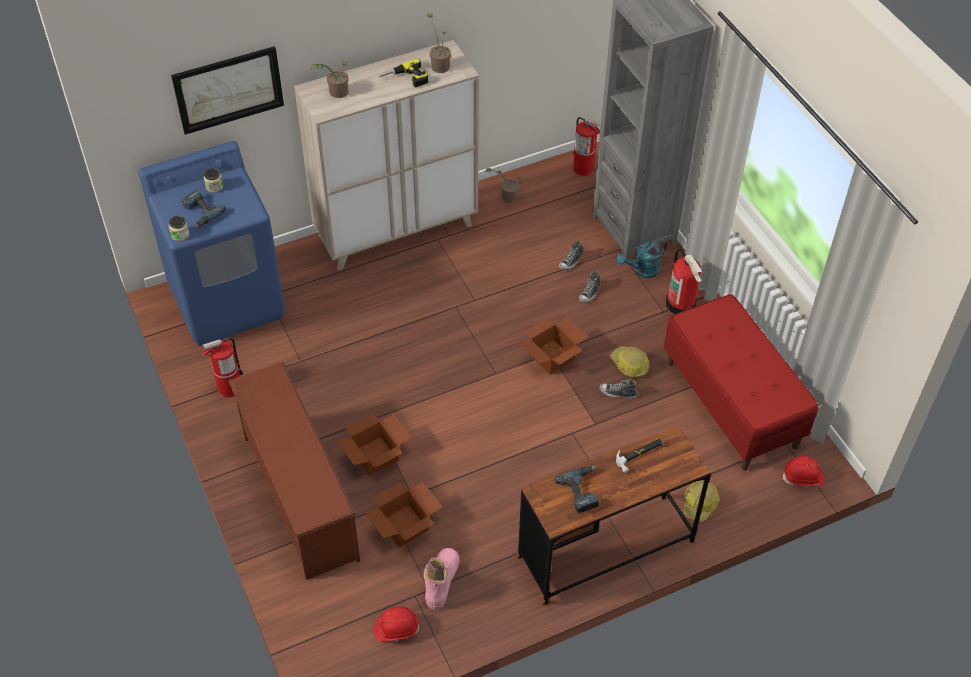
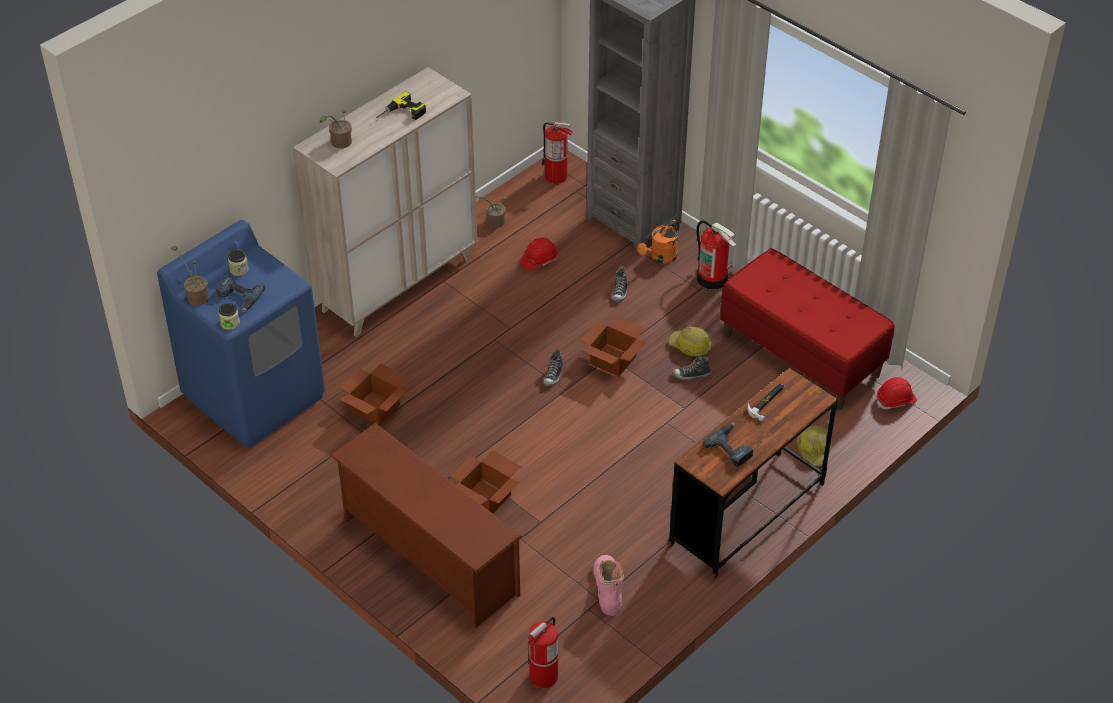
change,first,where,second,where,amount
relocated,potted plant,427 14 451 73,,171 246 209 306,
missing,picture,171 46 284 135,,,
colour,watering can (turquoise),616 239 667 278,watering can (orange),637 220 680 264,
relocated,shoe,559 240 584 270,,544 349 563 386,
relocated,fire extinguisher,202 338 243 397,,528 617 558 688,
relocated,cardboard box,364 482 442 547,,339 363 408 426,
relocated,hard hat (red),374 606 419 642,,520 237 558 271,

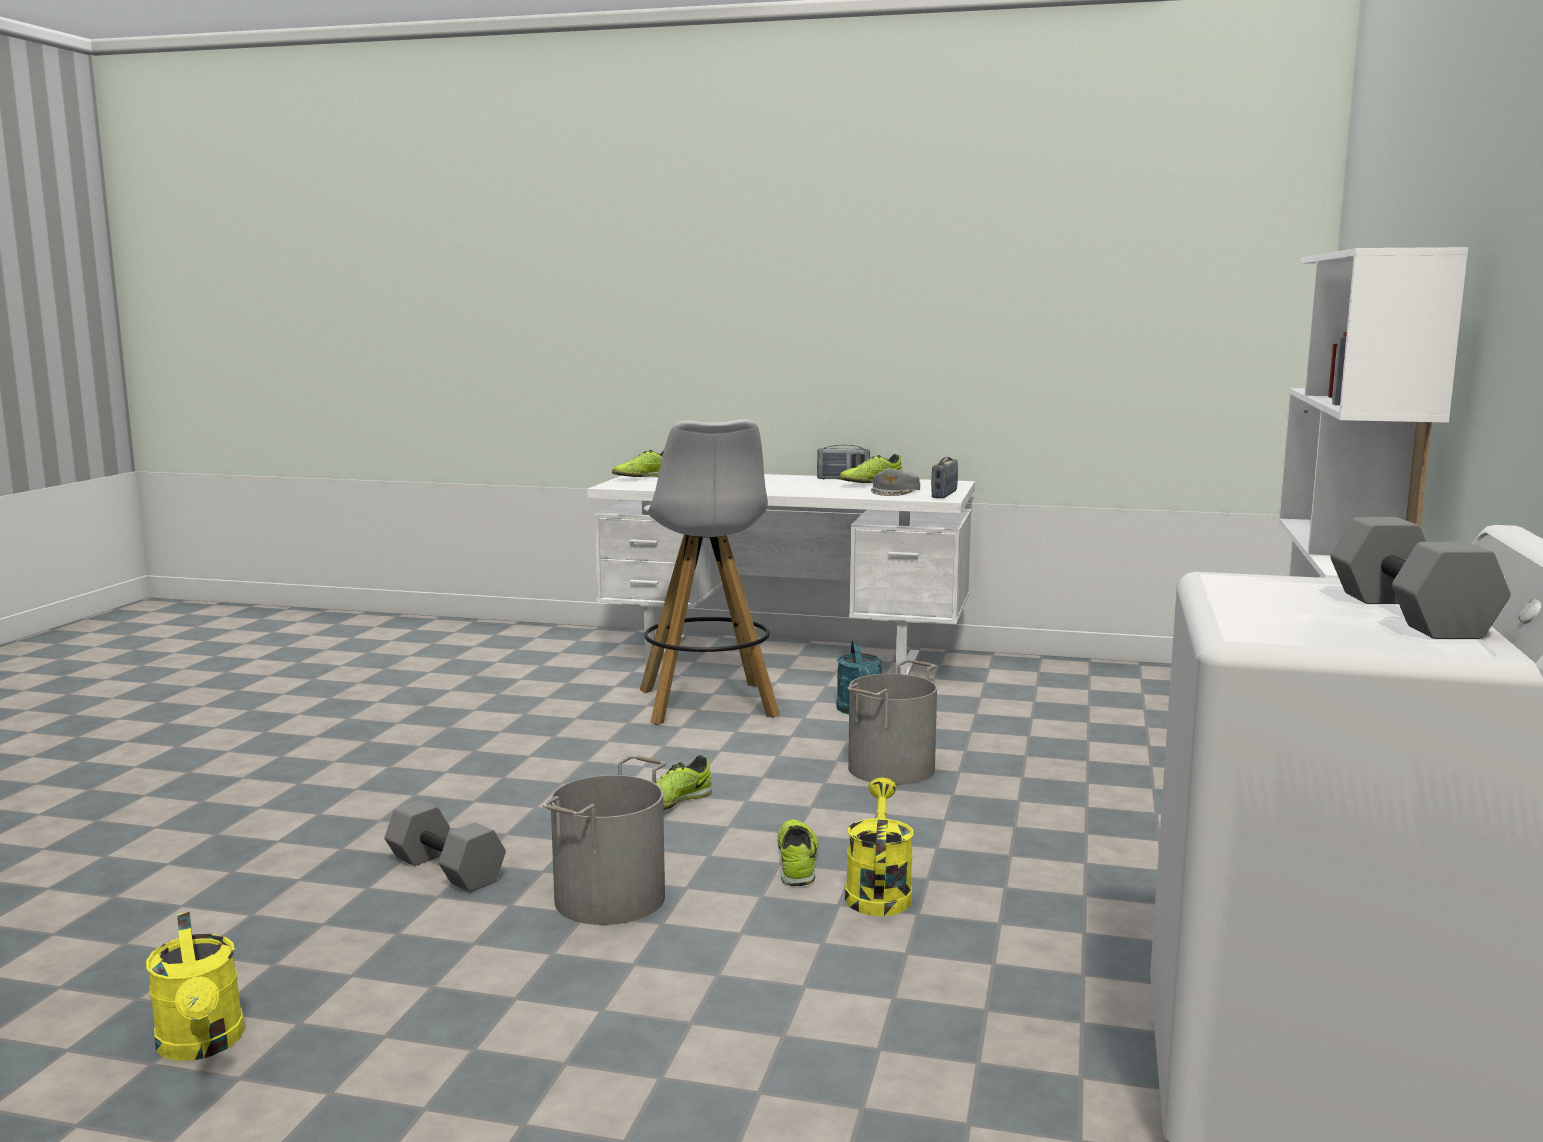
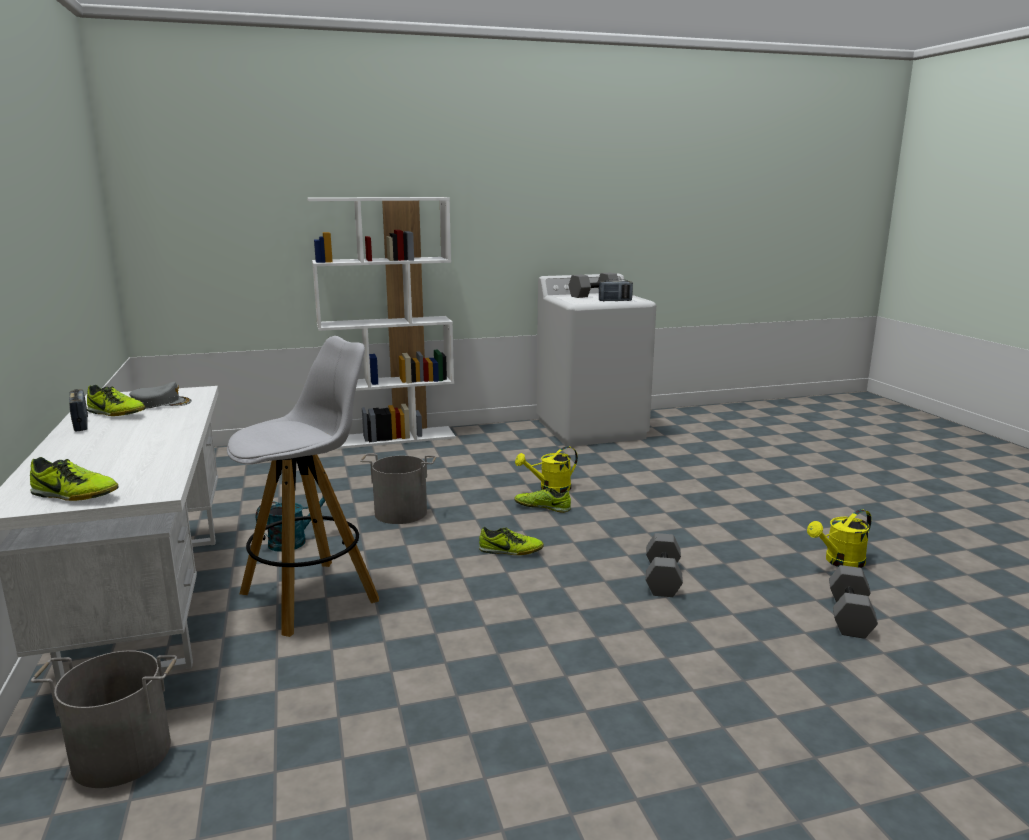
change,first,where,second,where,amount
relocated,radio,931 457 958 498,,599 279 633 301,
relocated,bucket (grey),542 755 666 925,,31 650 177 788,
spun,shoe,778 819 818 886,,514 488 571 513,45 degrees clockwise
spun,watering can (yellow),146 912 245 1061,,807 509 872 568,150 degrees counterclockwise
appeared,,,dumbbell (grey),829 565 878 639,

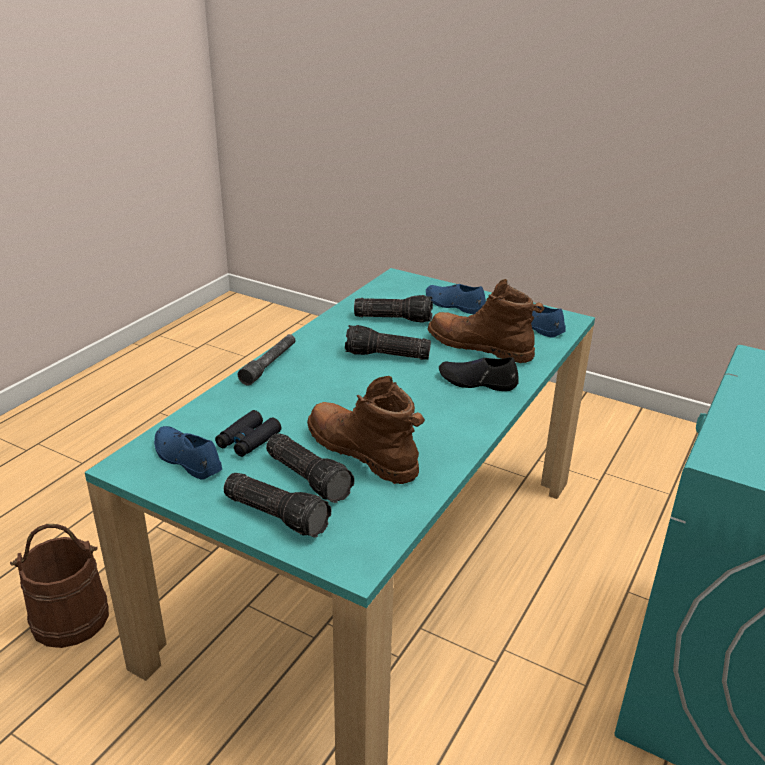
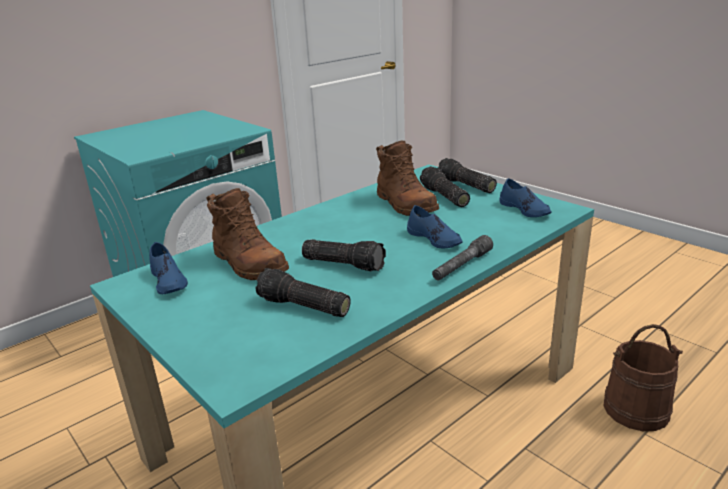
change,first,where,second,where,amount
relocated,shoe (blue),426 284 486 314,,407 205 463 248,
missing,shoe (black),439 357 519 391,,,
missing,binoculars (black),215 410 281 457,,,

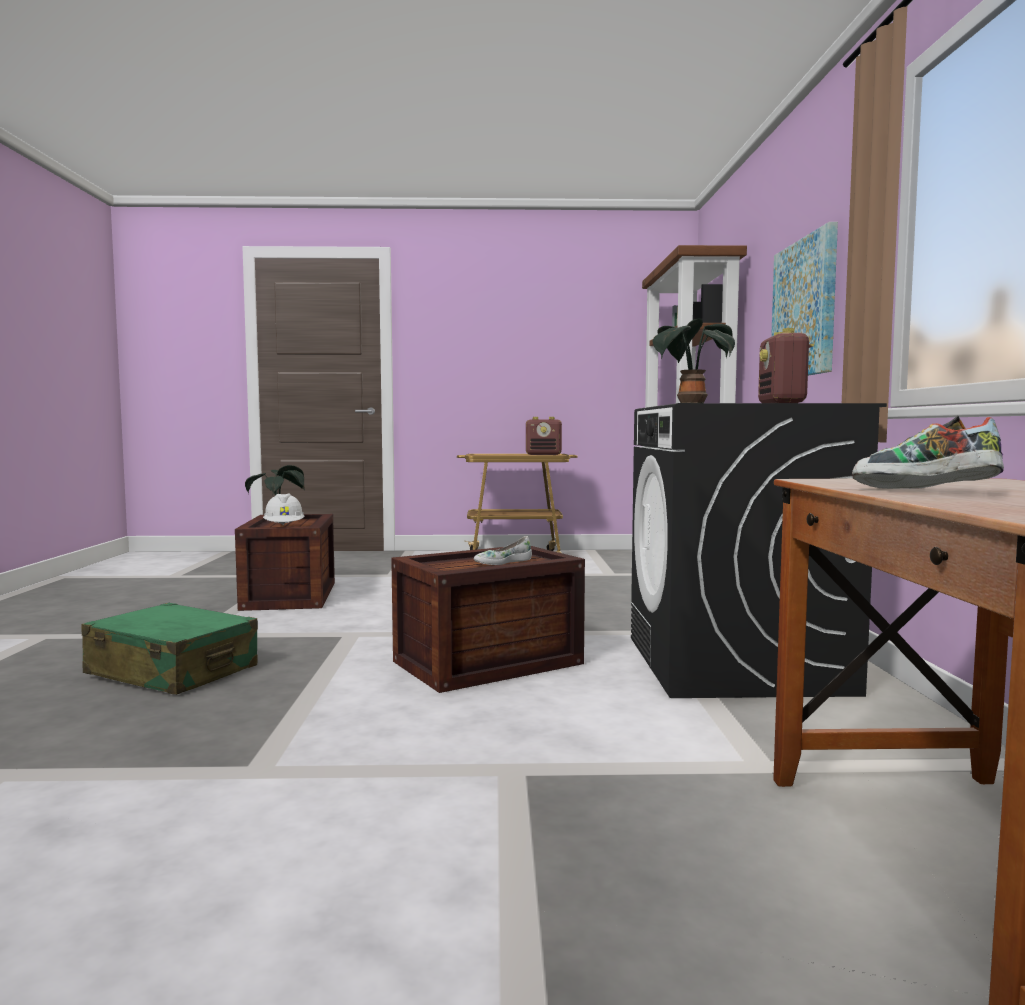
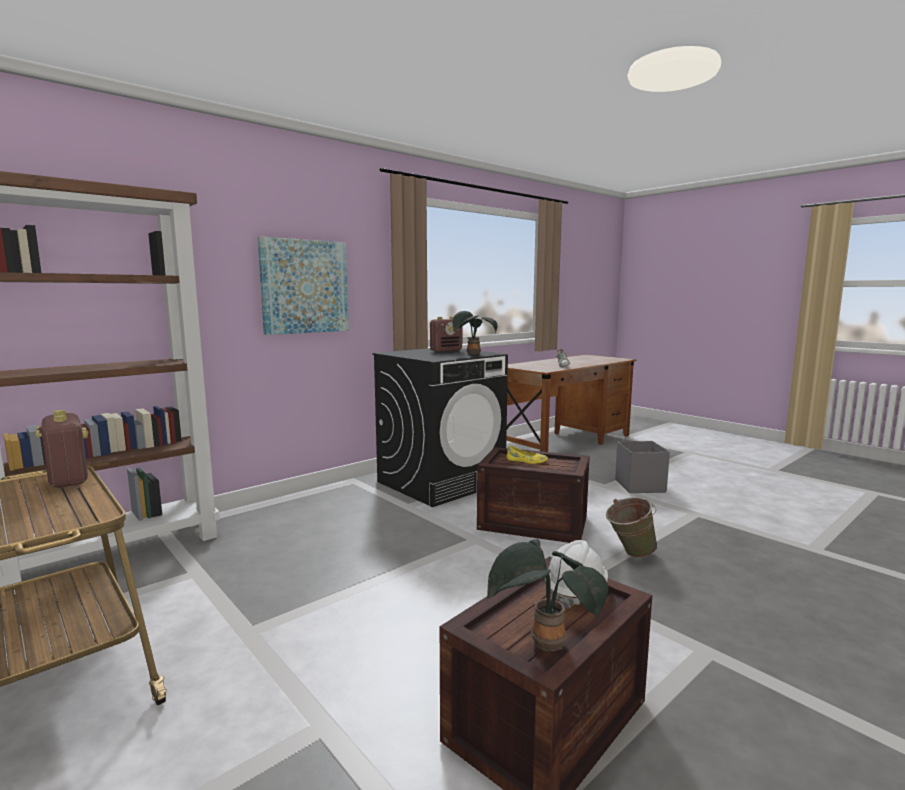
change,first,where,second,where,amount
colour,shoe (white),474 536 532 565,shoe (yellow),506 445 548 464,
missing,suitcase (green),81 602 258 695,,,
appeared,,,storage box (grey),615 441 670 493,
appeared,,,bucket (green),606 497 658 558,

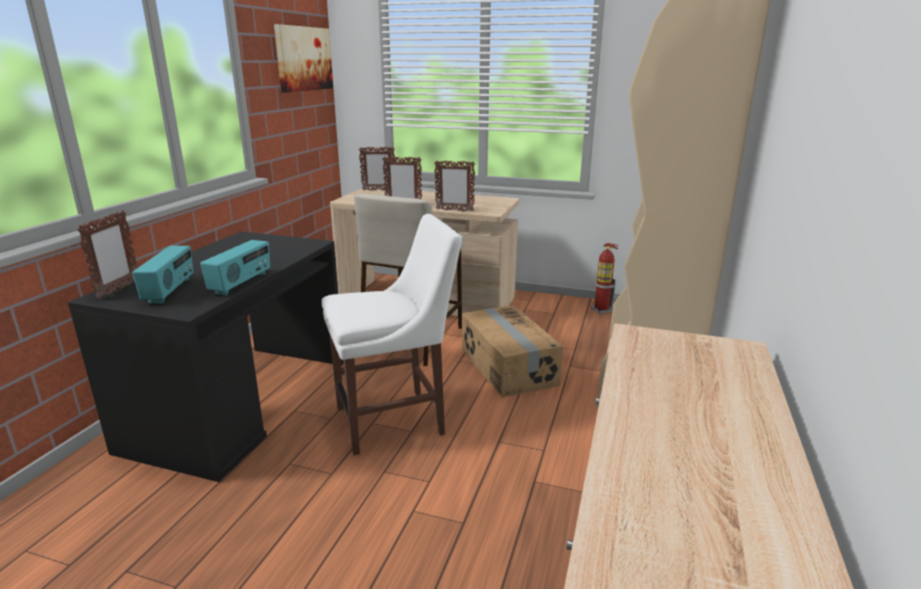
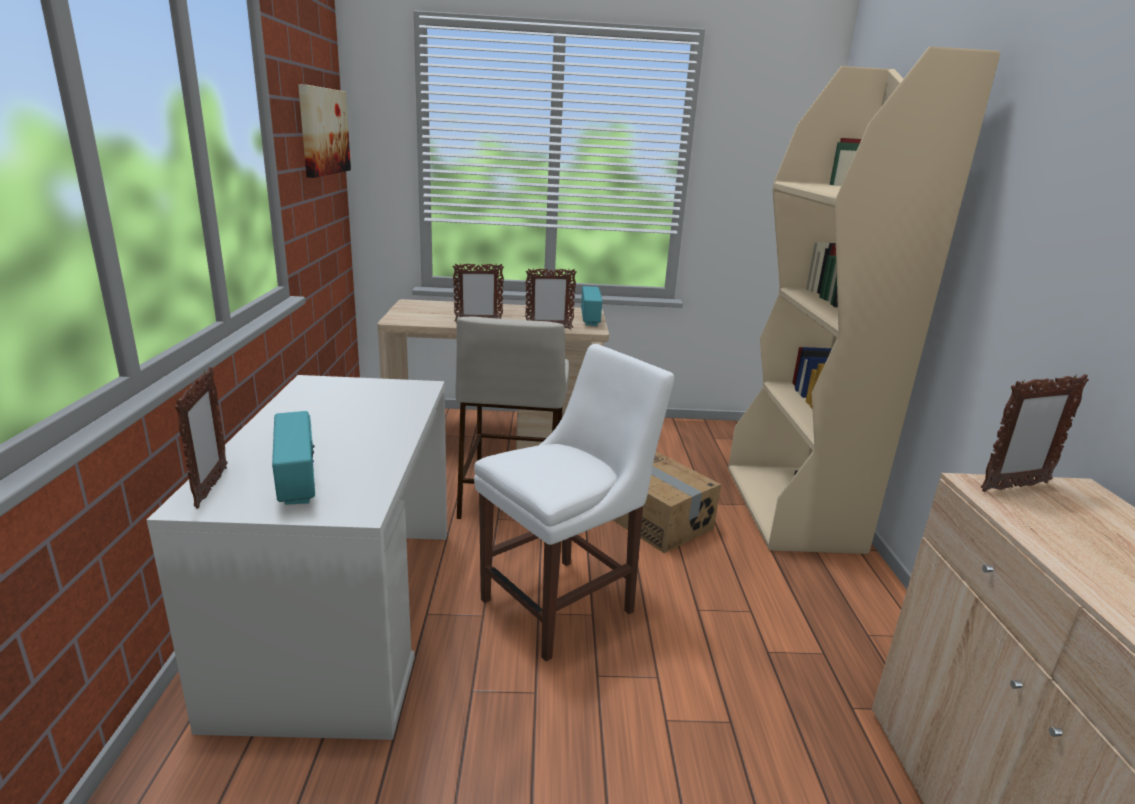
change,first,where,second,where,amount
relocated,picture frame,359 146 395 191,,981 374 1089 492,
colour,desk (black),68 231 344 482,desk (white),147 375 447 740,
relocated,radio,200 240 270 296,,581 286 602 326,
missing,fire extinguisher,591 243 618 314,,,

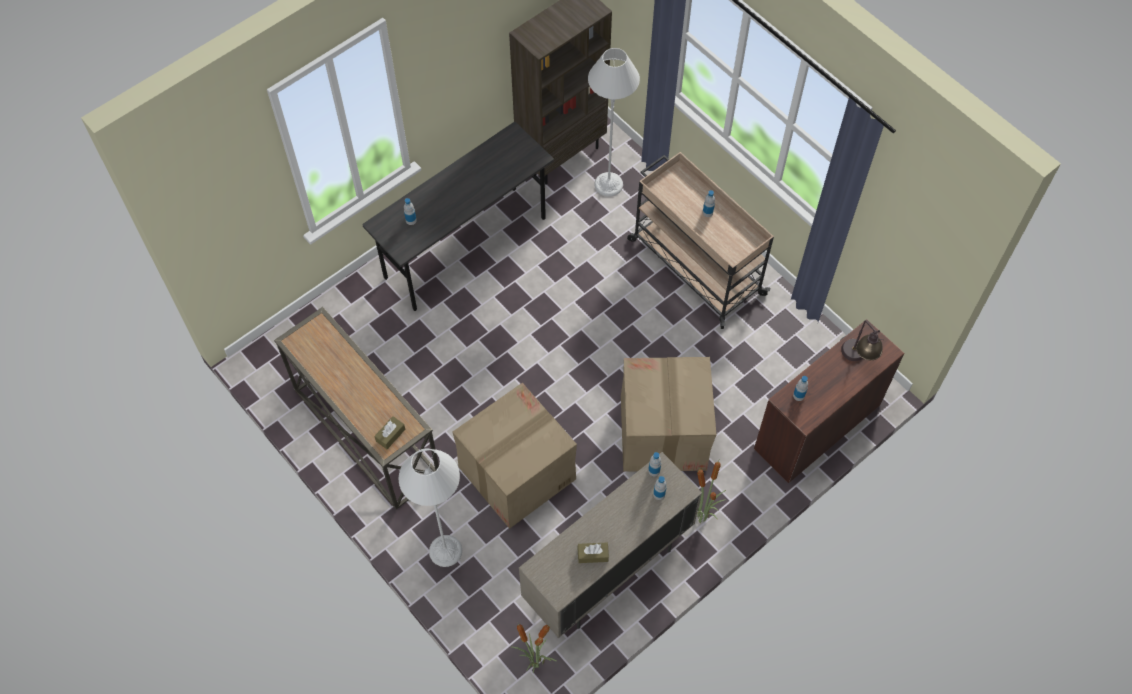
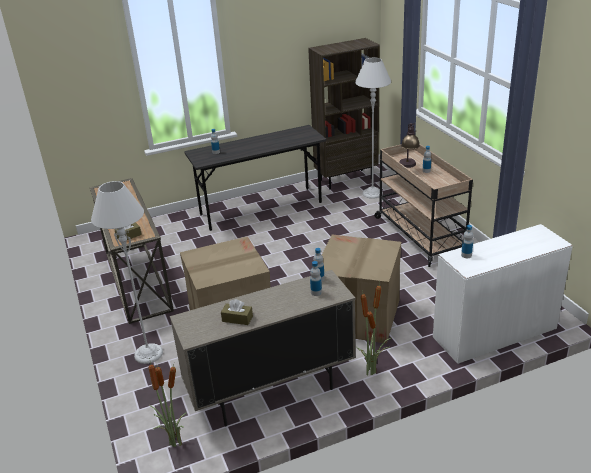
change,first,where,second,where,amount
colour,desk (brown),754 319 904 483,desk (white),433 224 573 364,
relocated,table lamp,841 320 883 361,,399 123 420 168,

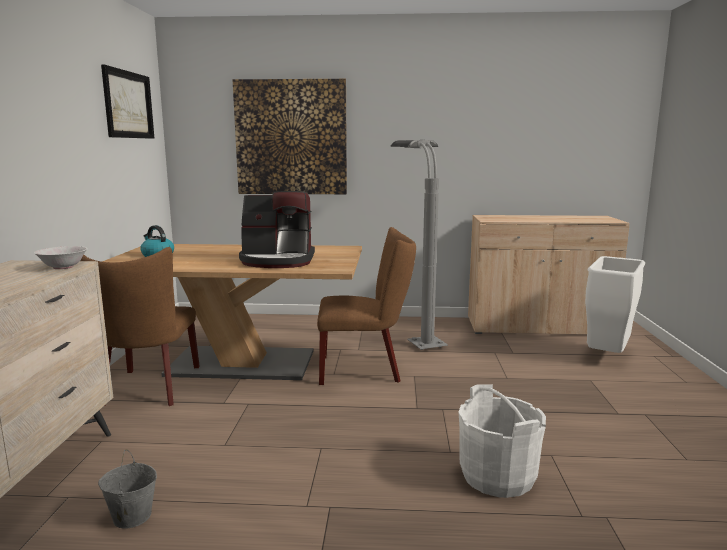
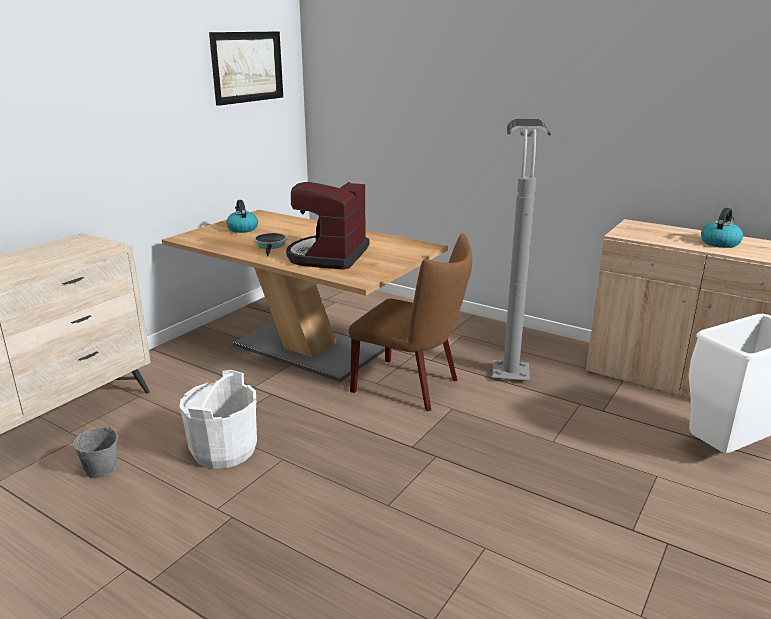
change,first,where,second,where,amount
missing,picture,233 79 347 194,,,
spun,coffee machine,239 191 315 268,,286 182 370 270,75 degrees clockwise
missing,bowl (white),34 246 88 269,,,
missing,chair (brown),80 247 200 406,,,
relocated,bucket (white),458 385 546 498,,179 370 257 469,
appeared,,,kettle,701 208 743 248,
appeared,,,frying pan,254 233 287 256,

